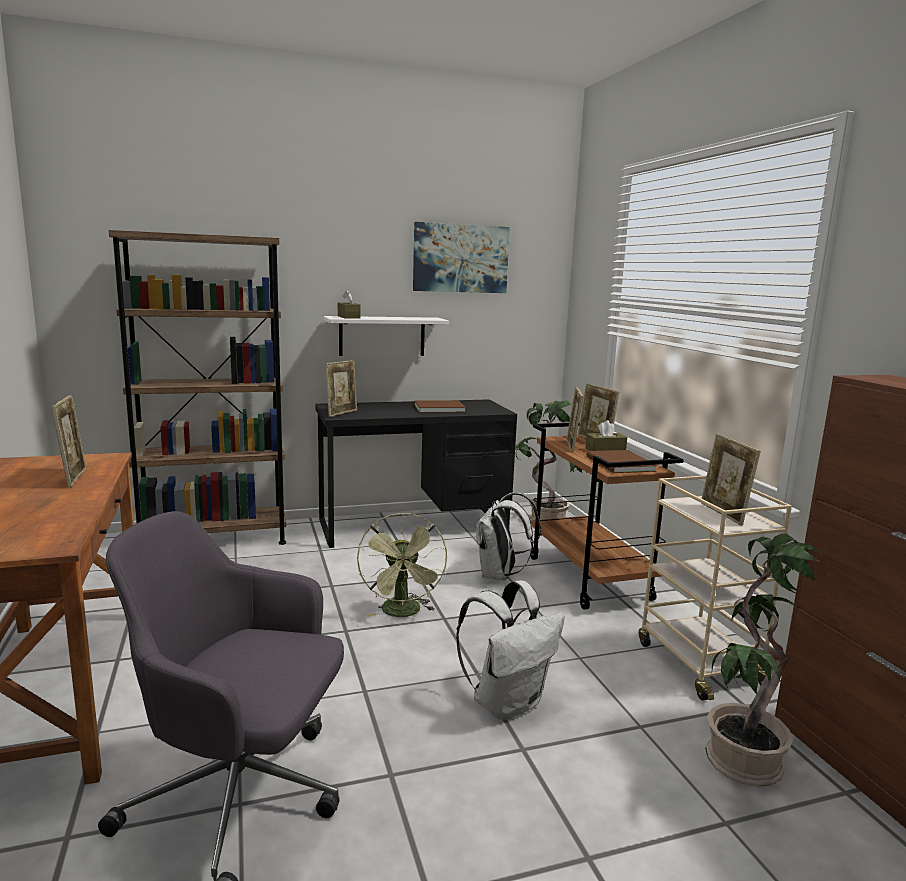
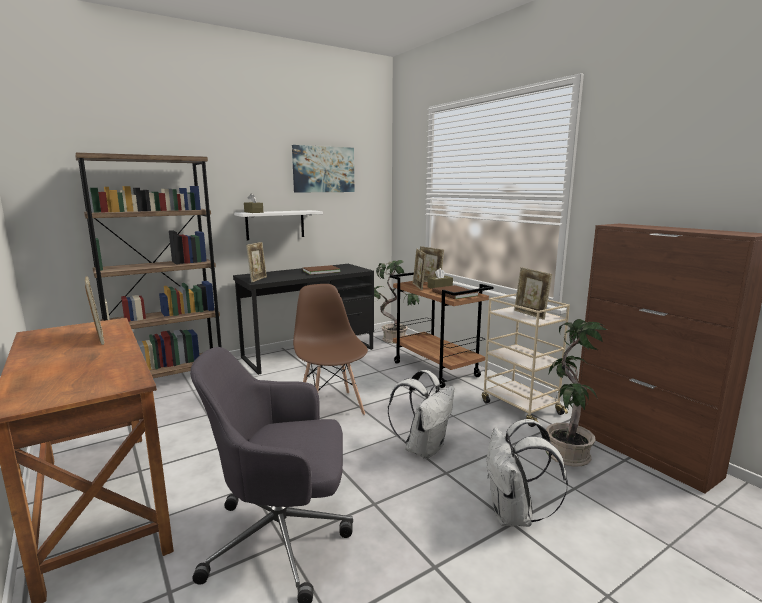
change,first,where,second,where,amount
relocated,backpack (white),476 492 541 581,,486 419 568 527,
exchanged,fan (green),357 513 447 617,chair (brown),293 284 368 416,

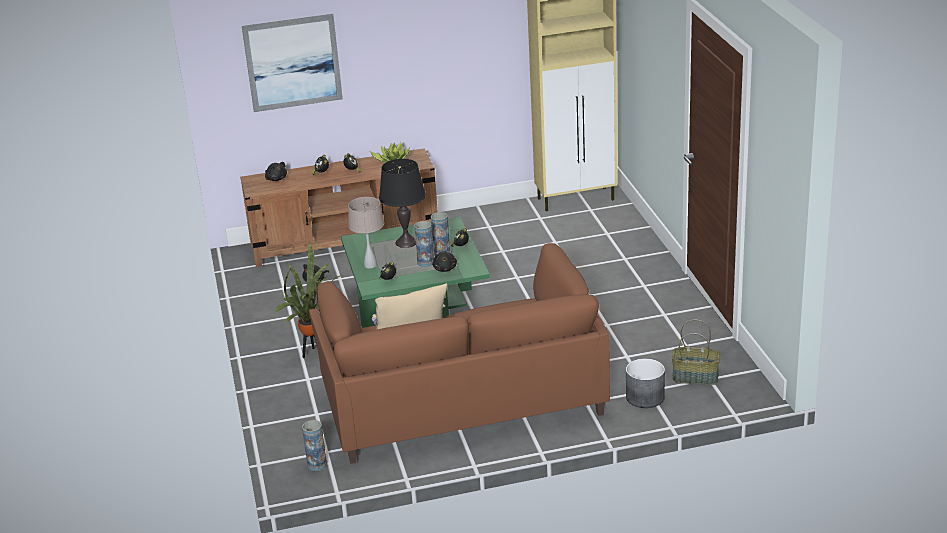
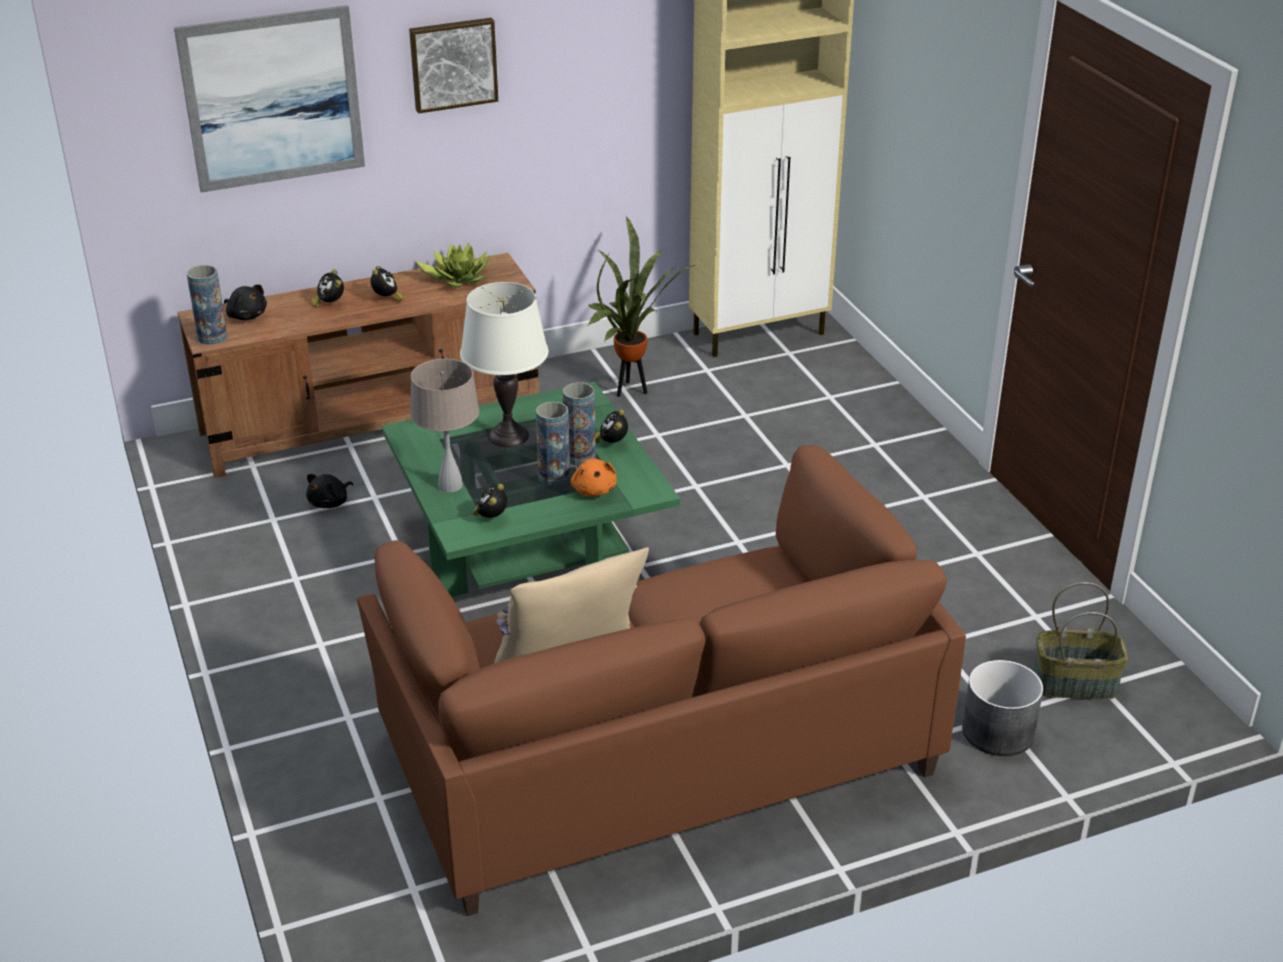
change,first,where,second,where,amount
colour,table lamp (black),379 159 426 248,table lamp (white),460 282 548 447,
relocated,potted plant,274 242 340 358,,587 216 697 397,
colour,plush toy (black),432 252 457 272,plush toy (orange),571 458 617 497,
relocated,vase,302 420 327 471,,187 265 227 345,
appeared,,,picture,409 18 498 113,

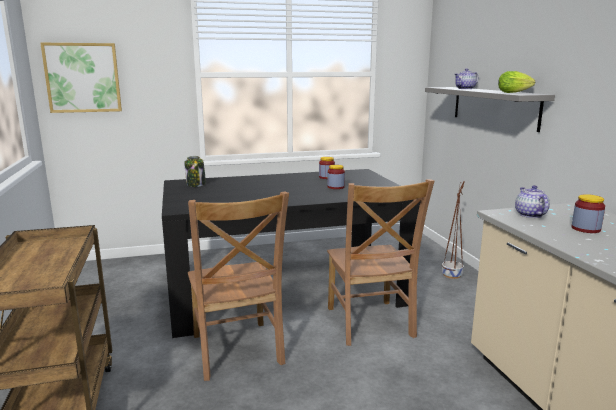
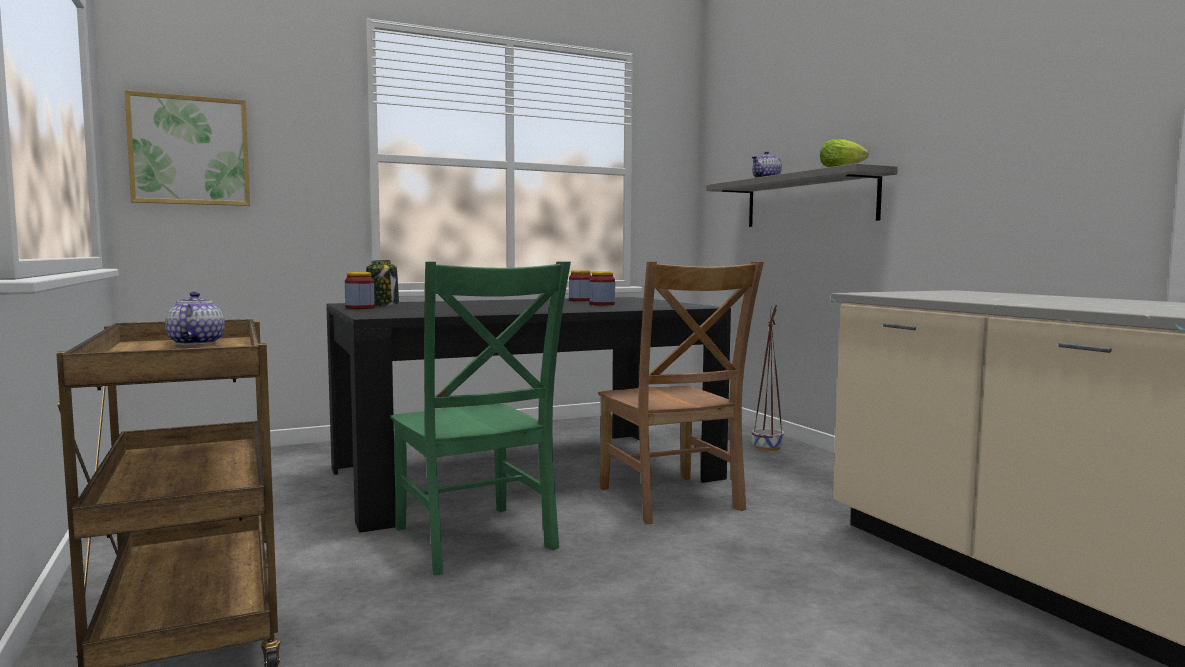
change,first,where,second,where,amount
relocated,teapot,515 185 550 218,,165 292 225 345,
colour,chair (brown),188 192 289 381,chair (green),390 262 571 575,
relocated,jar,572 194 605 233,,345 272 375 309,

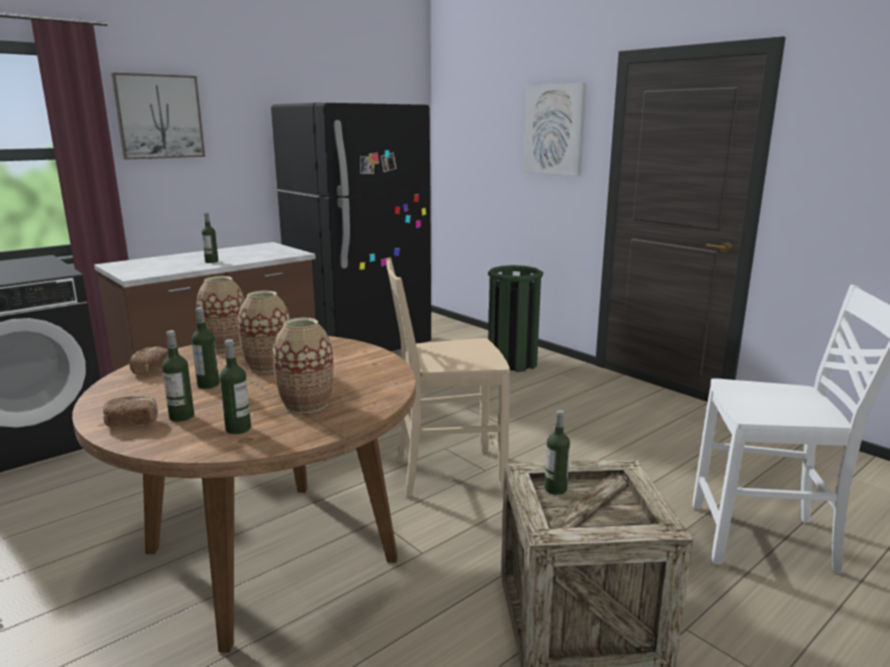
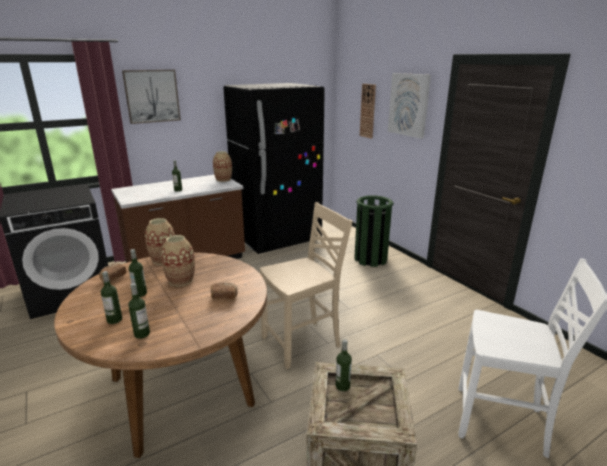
change,first,where,second,where,amount
spun,chair (beige),386 258 510 498,,260 202 353 369,150 degrees clockwise
relocated,vase,273 318 333 414,,213 151 232 182,
relocated,bread,103 395 158 427,,211 282 237 300,
appeared,,,wall clock,360 84 376 139,

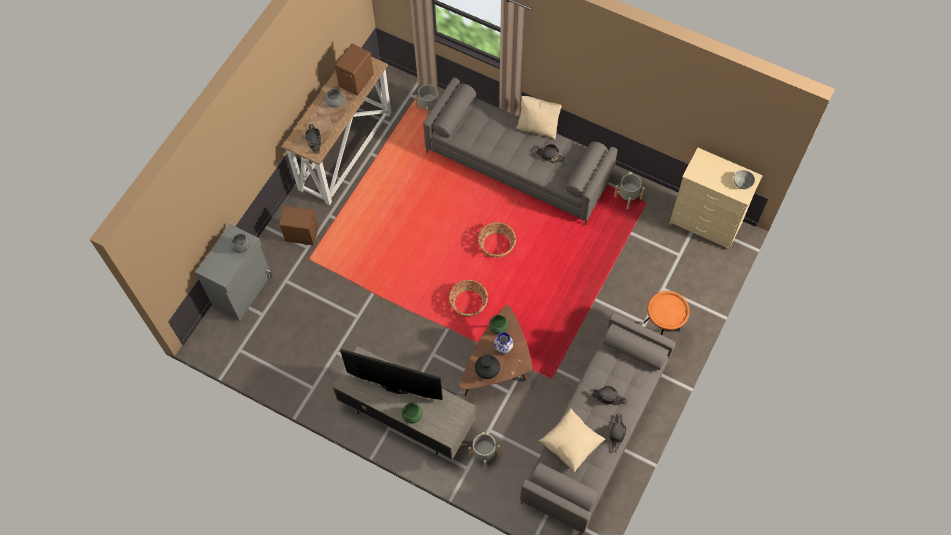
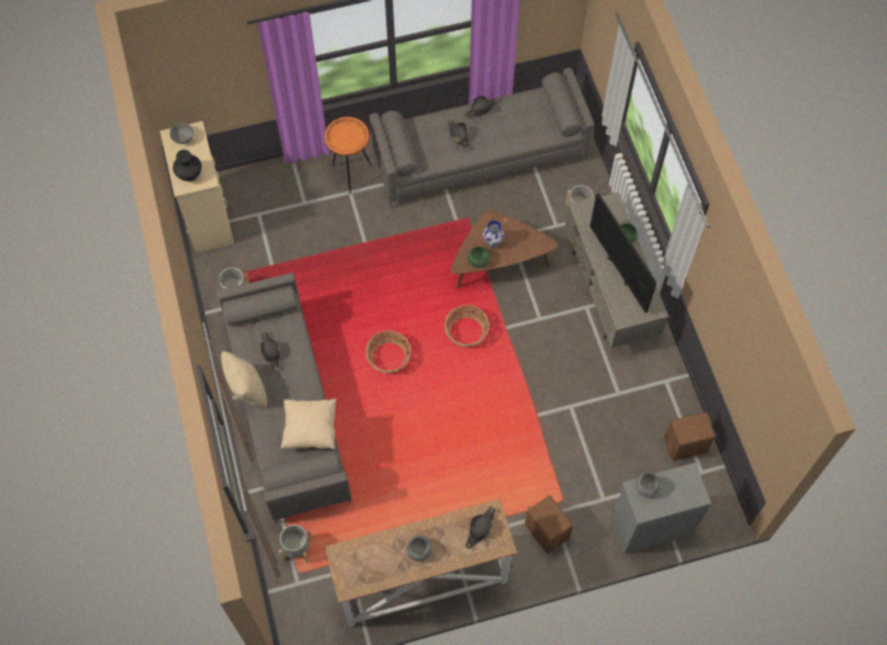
change,first,where,second,where,amount
relocated,speaker (brown),335 44 374 96,,664 413 715 461,
relocated,vase (black),475 354 500 379,,173 150 202 181,
relocated,pillow (beige),539 408 605 473,,281 399 337 450,

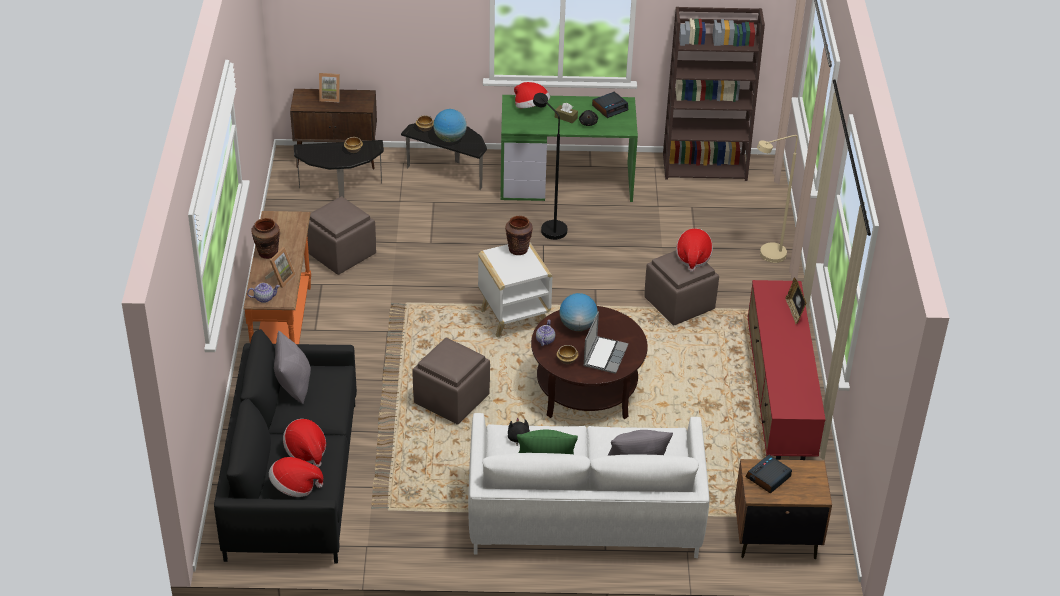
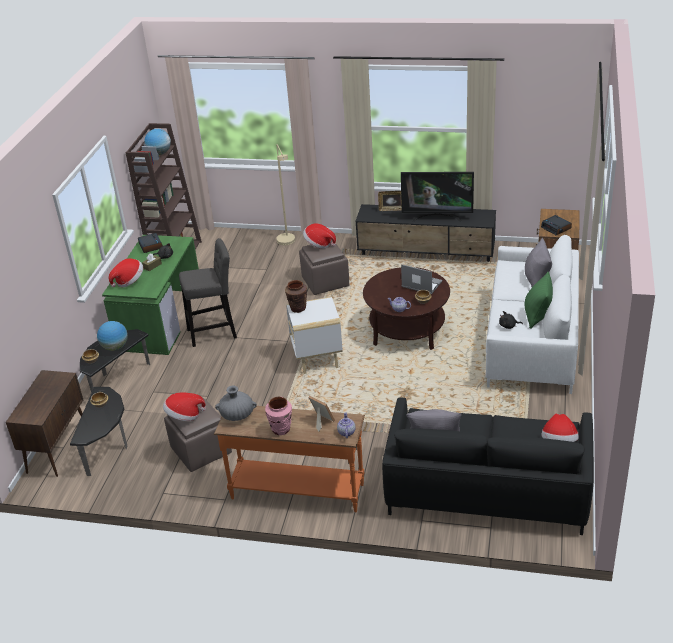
change,first,where,second,where,amount
missing,picture frame,319 73 340 102,,,
exchanged,floor lamp (black),533 93 567 240,stool (grey),179 238 237 347,
colour,vase (brown),251 218 280 259,vase (pink),265 397 292 435,
colour,tv stand (red),747 280 826 460,tv stand (black),355 204 496 262,
relocated,globe,559 293 598 331,,144 129 171 155,
missing,ottoman (brown),413 337 490 425,,,
relocated,hat,283 419 326 467,,163 392 206 421,
appeared,,,television,401 172 474 222,
appeared,,,vase (grey),215 386 257 421,

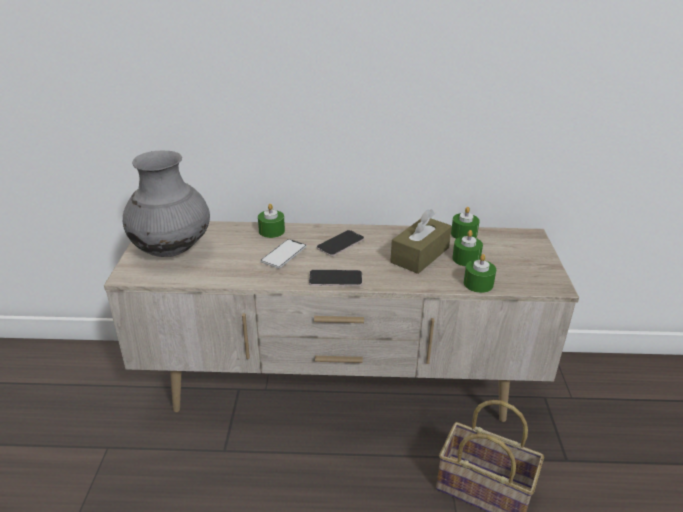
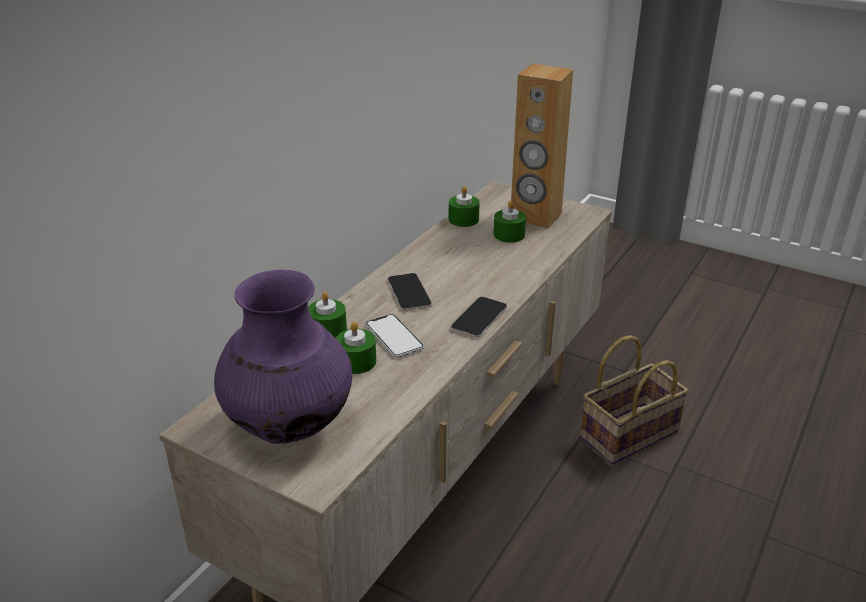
change,first,where,second,where,amount
colour,vase (grey),123 150 210 257,vase (purple),214 269 352 444,
missing,tissue box (brown),390 209 452 274,,,
relocated,candle (green),464 254 496 293,,336 321 376 374,
appeared,,,speaker (brown),511 63 573 229,

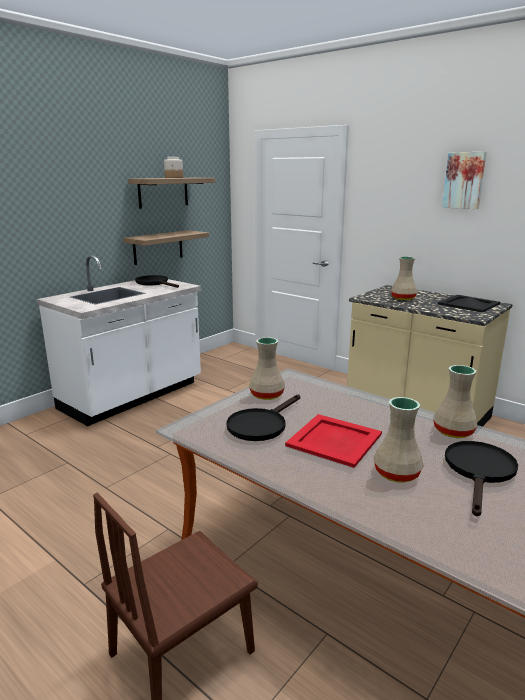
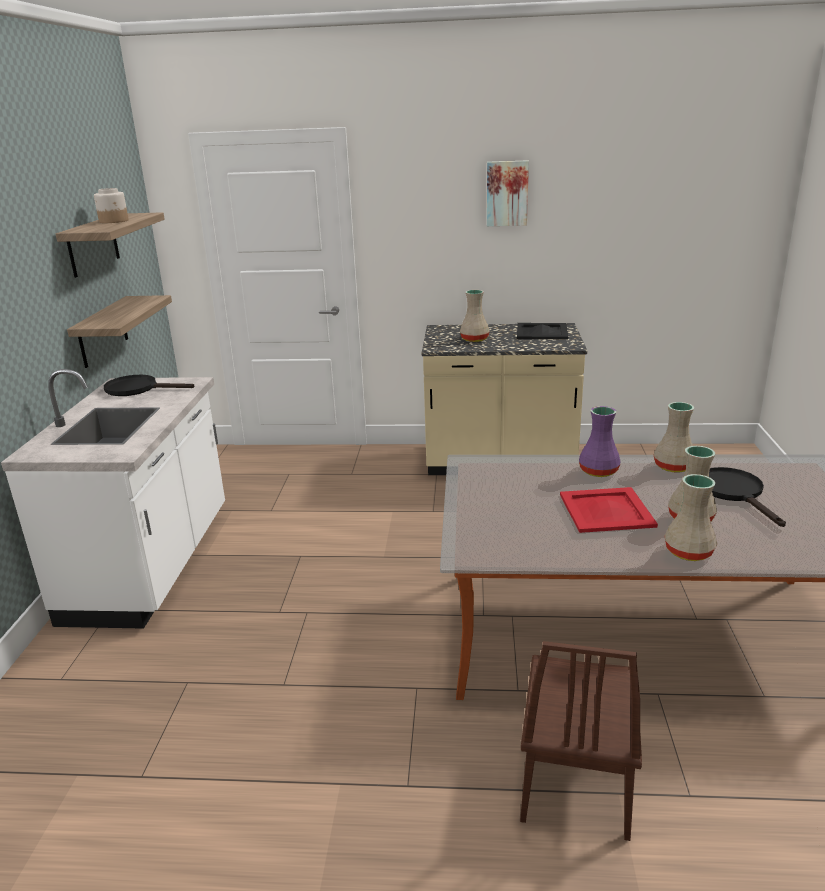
change,first,where,second,where,amount
relocated,vase (beige),249 337 285 400,,664 474 717 561,
missing,frying pan (black),226 394 300 441,,,
appeared,,,vase (purple),579 406 620 477,

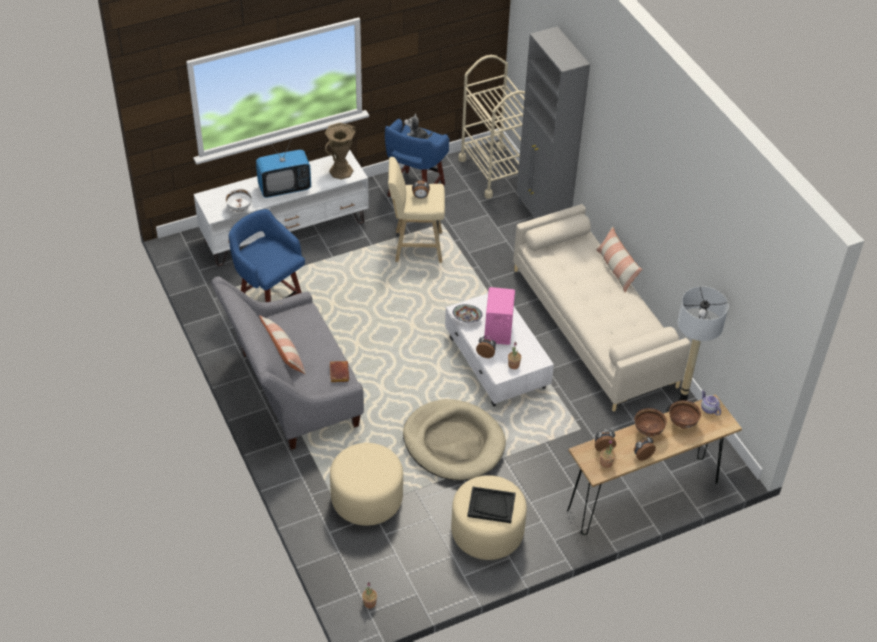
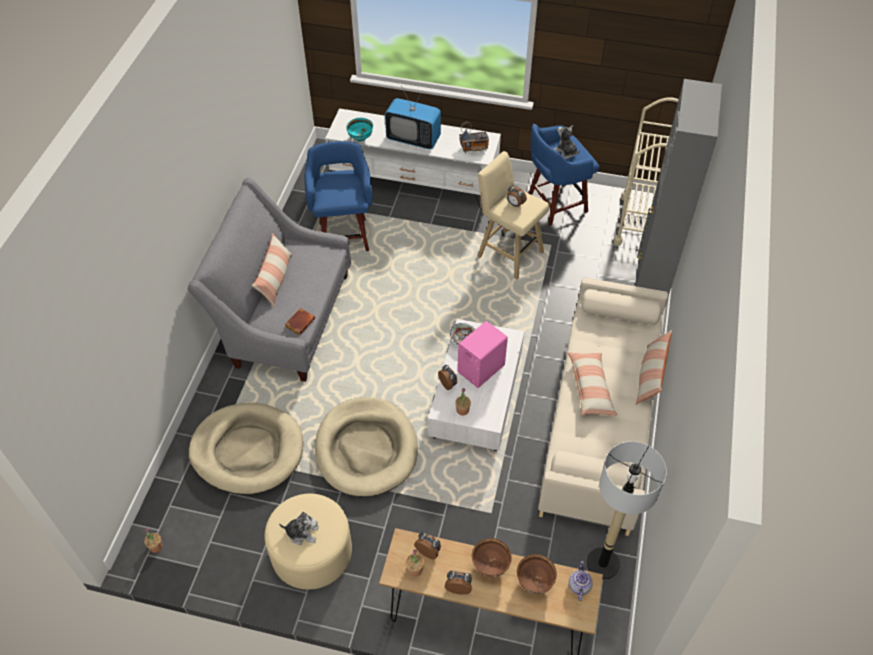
change,first,where,second,where,amount
exchanged,vase (brown),325 123 355 180,radio,459 122 489 153,
colour,bowl (white),225 189 252 212,bowl (turquoise),346 118 373 142,
exchanged,ottoman (beige),330 443 403 526,dog bed (beige),188 403 303 495,
exchanged,tray (black),467 487 516 523,plush toy,279 512 319 545,
appeared,,,pillow,567 351 617 416,

